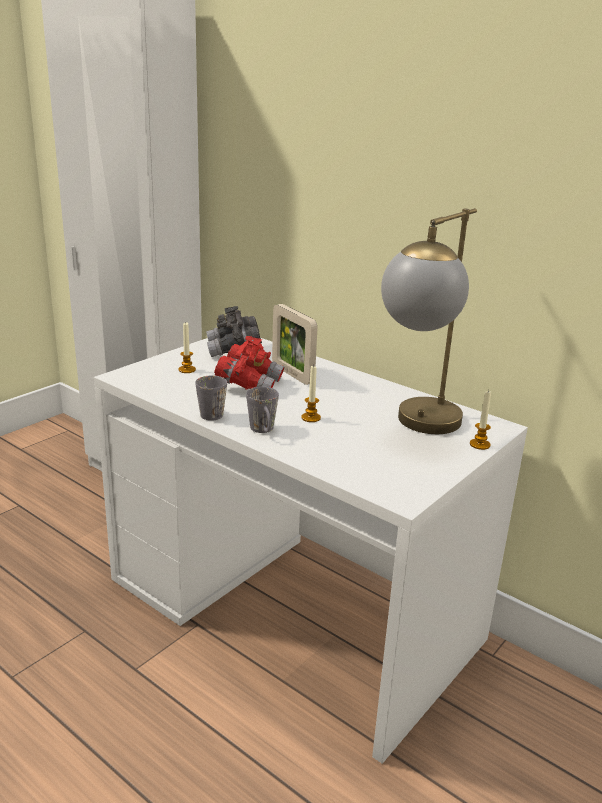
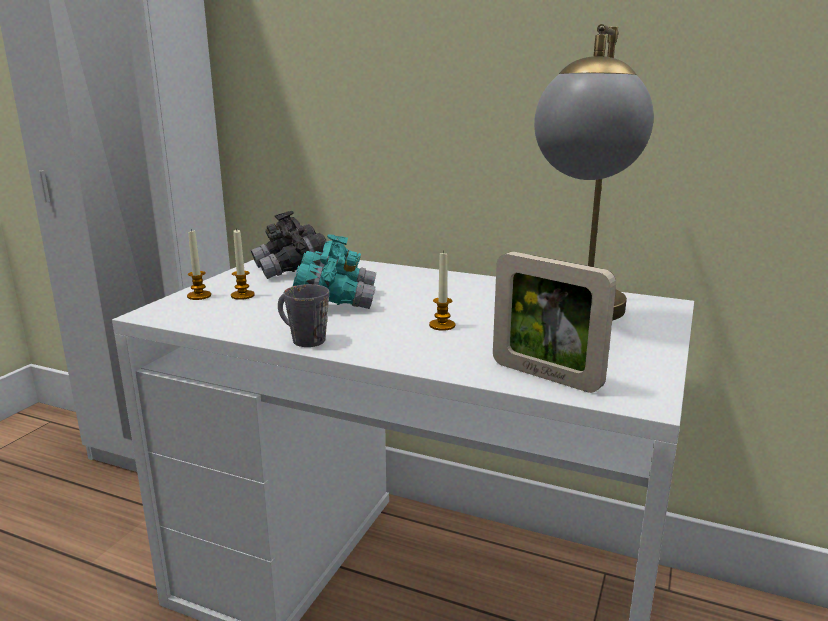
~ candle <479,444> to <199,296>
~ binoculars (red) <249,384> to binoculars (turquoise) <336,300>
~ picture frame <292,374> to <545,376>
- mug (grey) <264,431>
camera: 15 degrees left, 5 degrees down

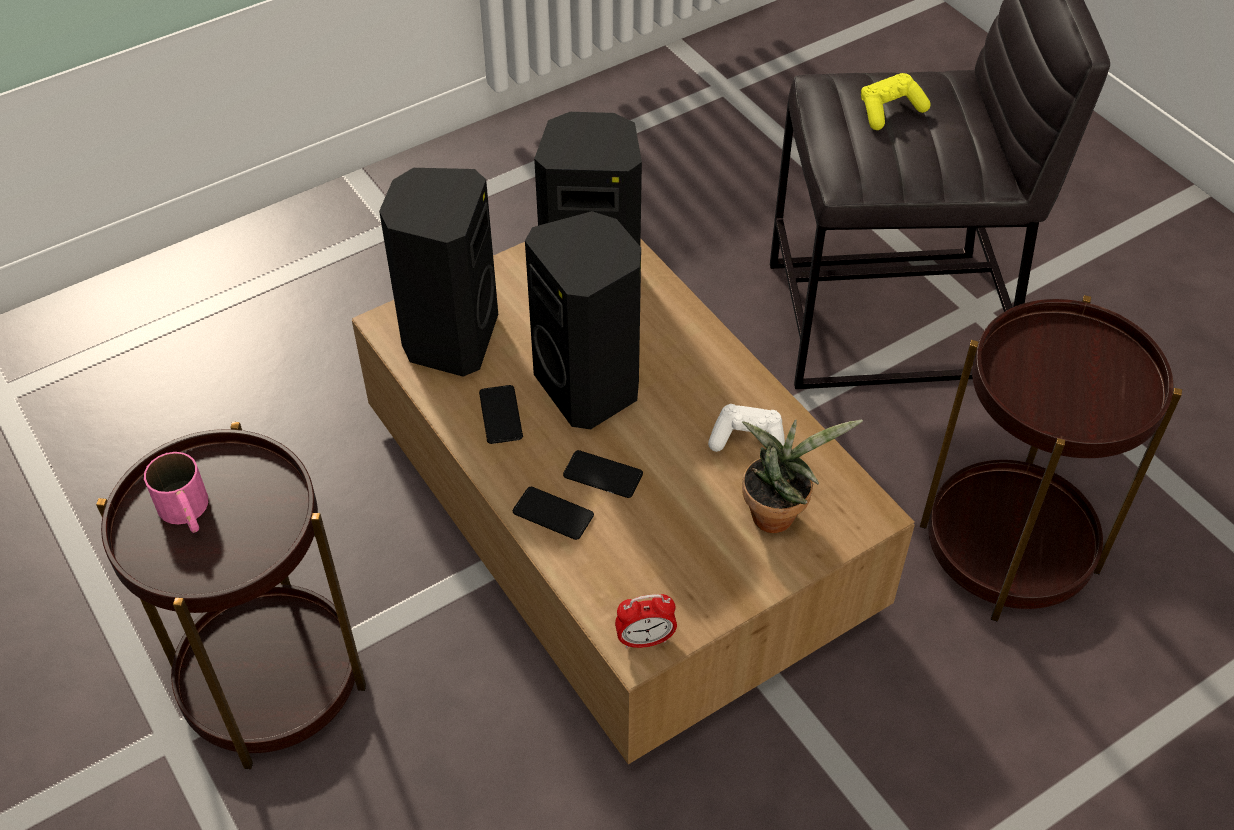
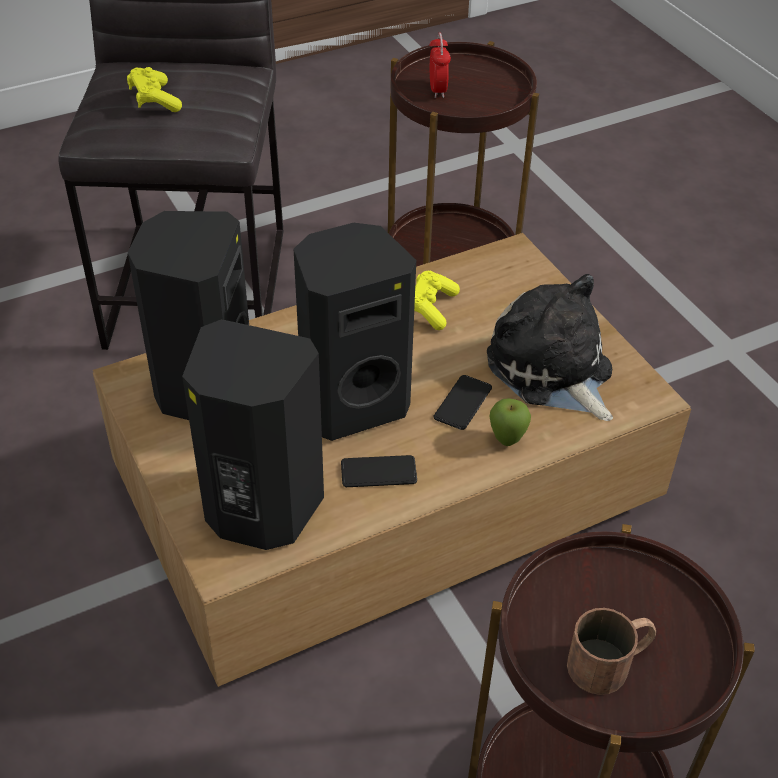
~ game controller (white) <748,440> to game controller (yellow) <431,308>
~ alarm clock <645,640> to <437,90>
+ plush toy <552,371>
~ phone <553,514> to apple <506,441>
~ mug (pink) <186,513> to mug (brown) <611,662>
- potted plant <777,512>
camera: 85 degrees left, 5 degrees down

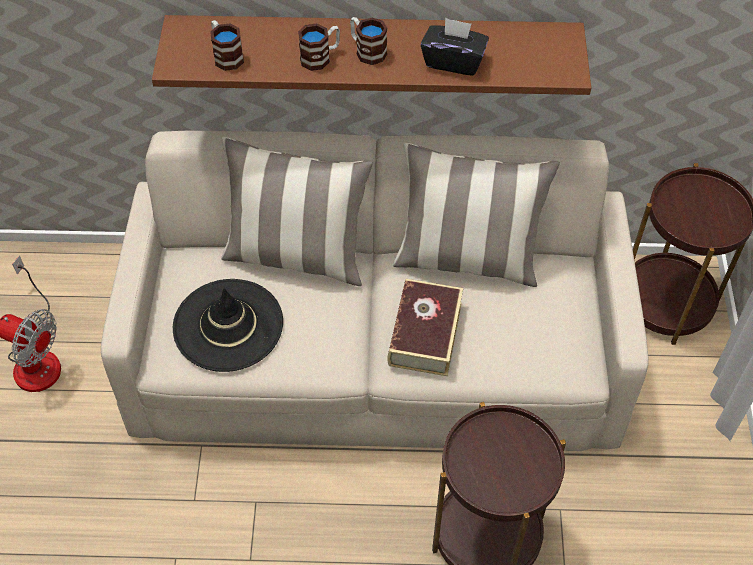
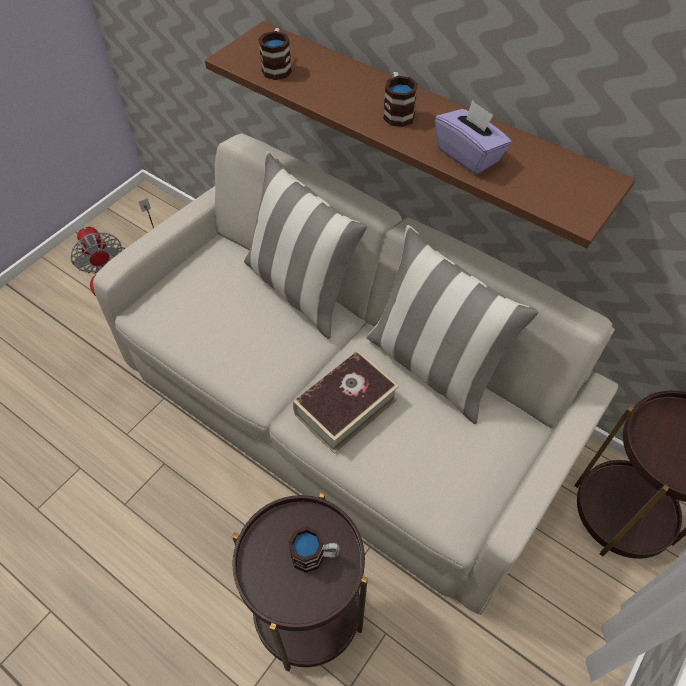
~ mug <320,57> to <315,556>
~ tissue box (black) <453,61> to tissue box (purple) <468,155>
- hat (black) <228,325>
camera: 35 degrees right, 0 degrees up

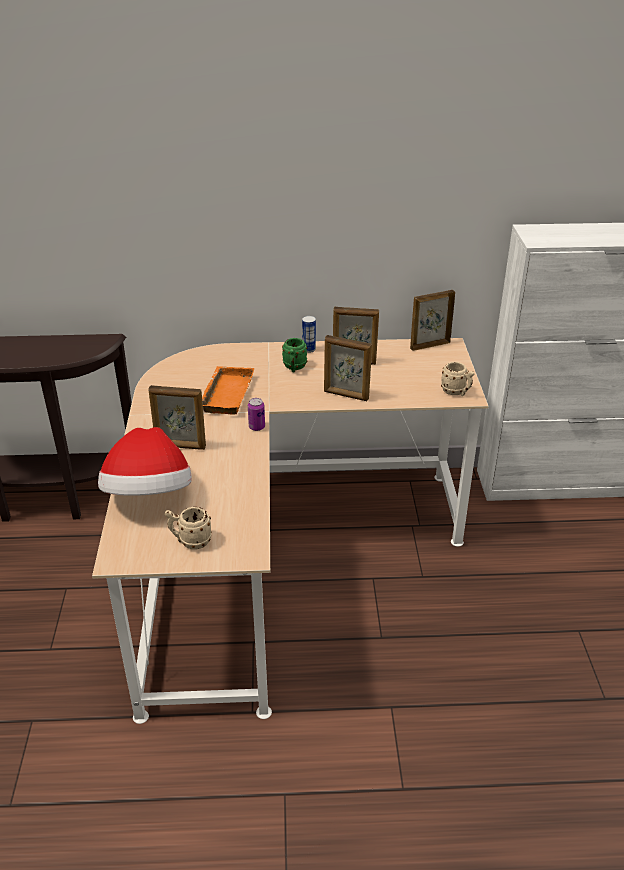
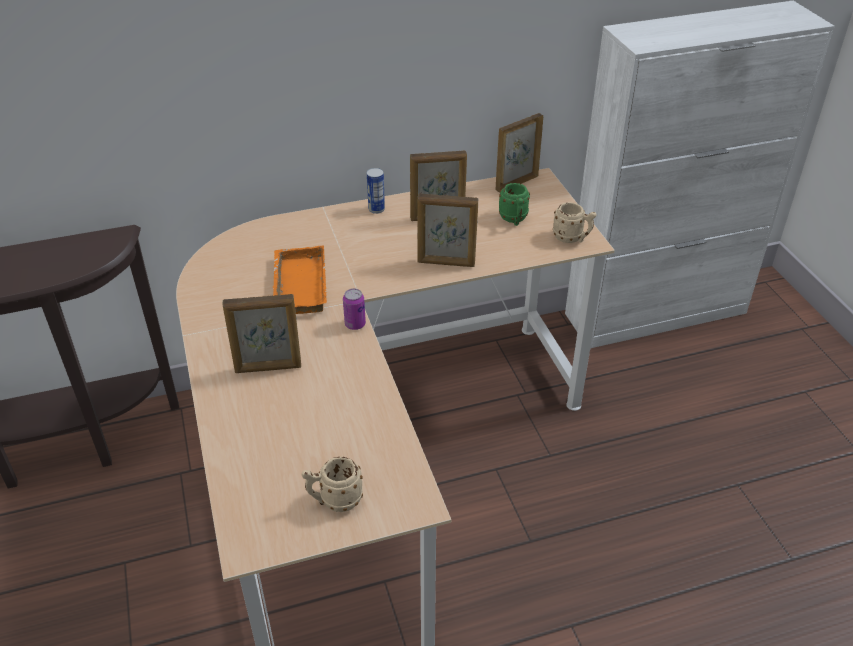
~ mug (green) <294,368> to <514,220>
- hat <149,496>
camera: 15 degrees left, 5 degrees up

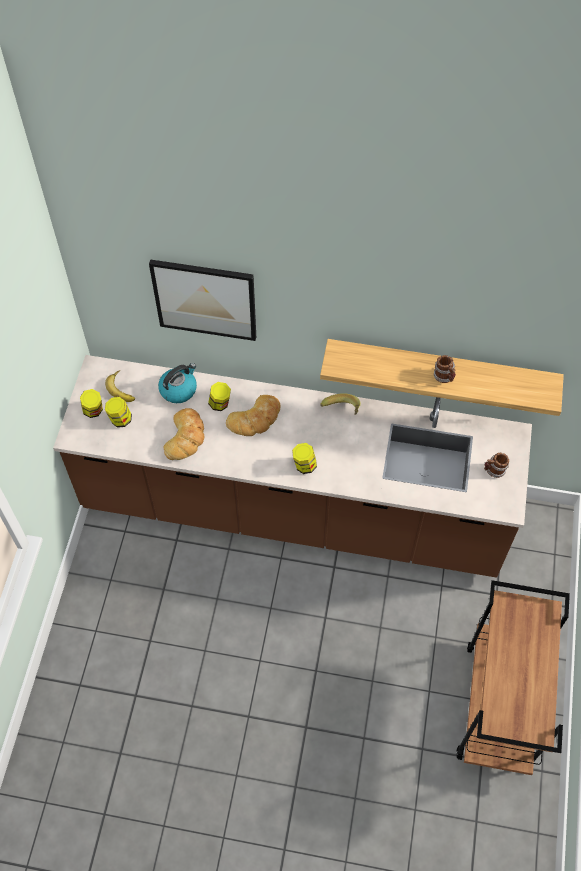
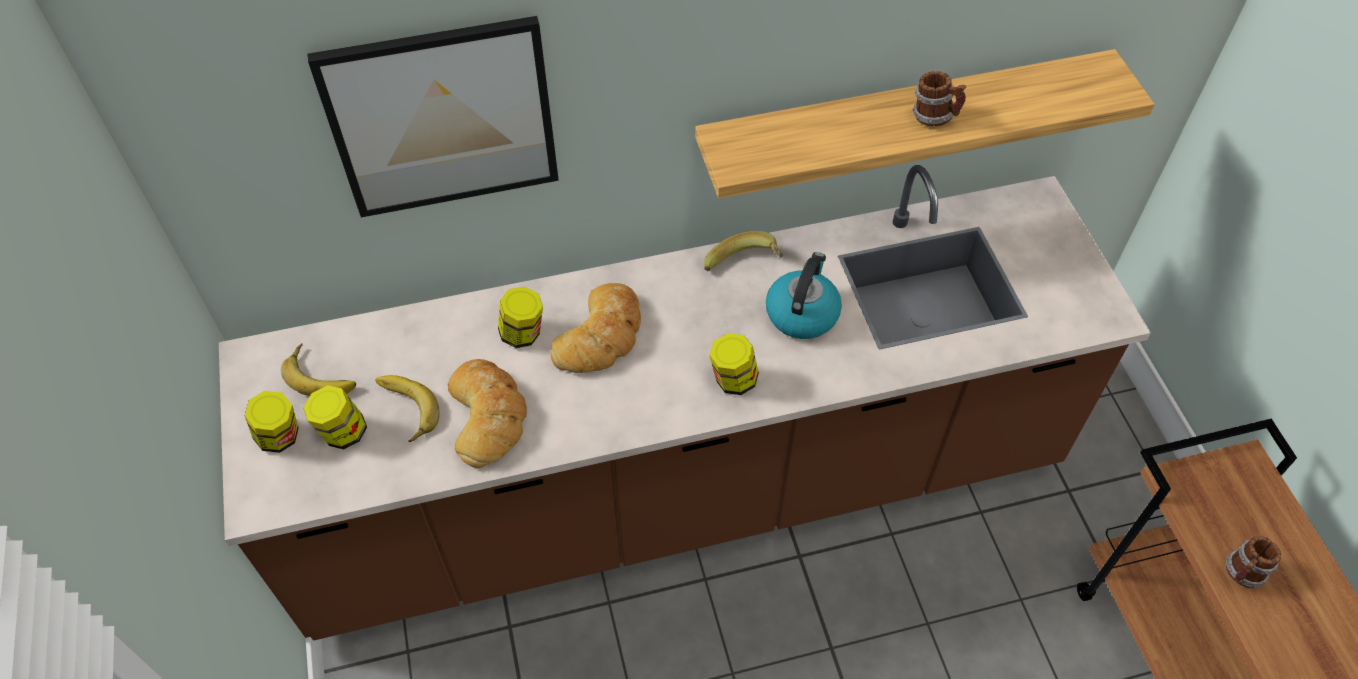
+ banana <404,410>
~ kettle <178,389> to <802,313>
~ mug <494,471> to <1242,574>
camera: 25 degrees left, 5 degrees down

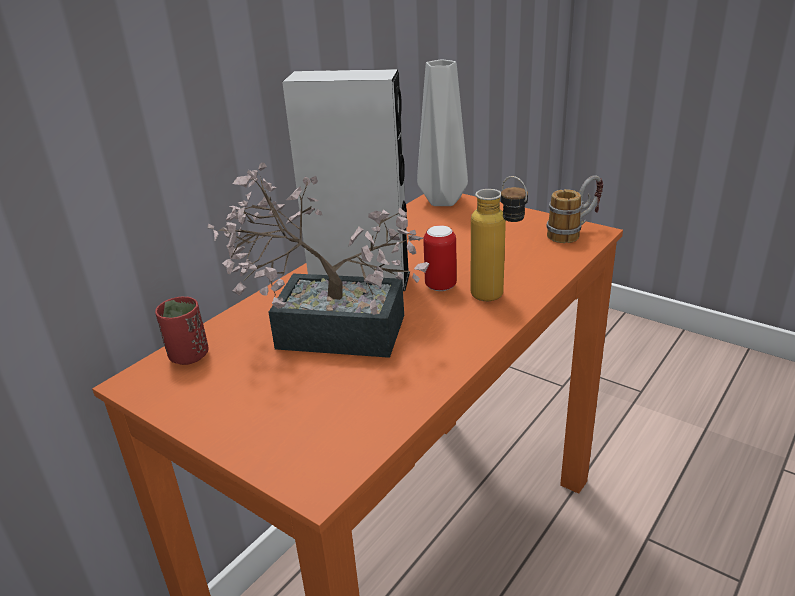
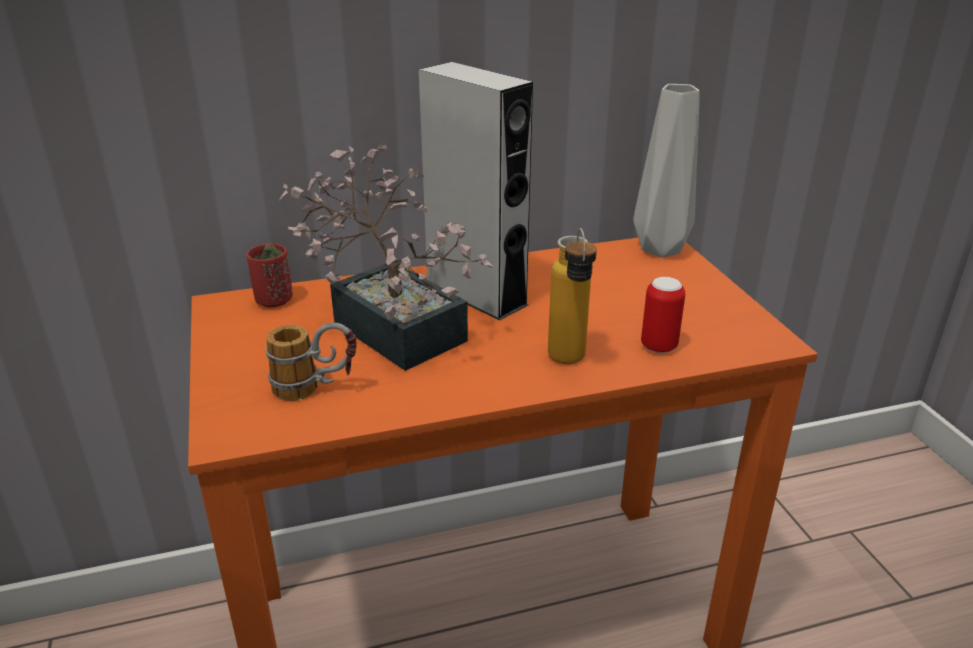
~ mug <574,232> to <316,389>
~ can <440,286> to <659,346>
camera: 35 degrees right, 0 degrees up

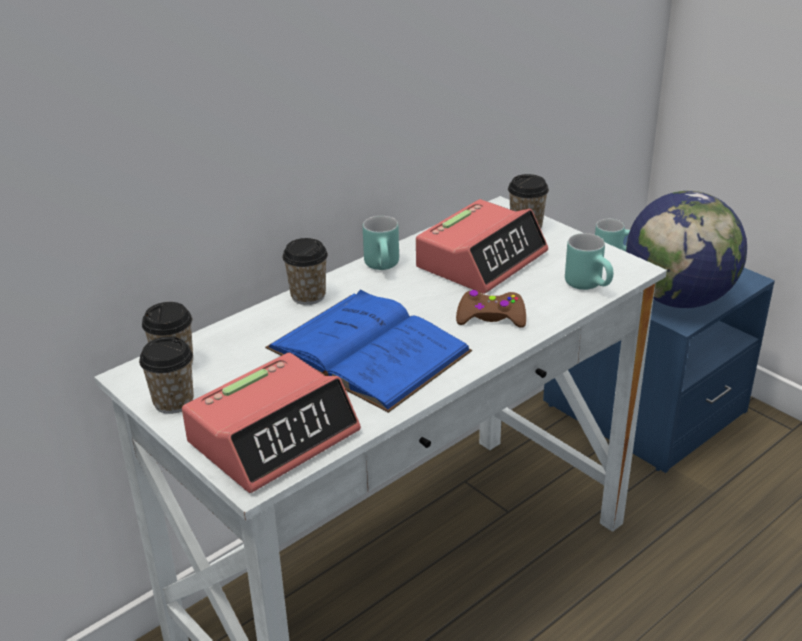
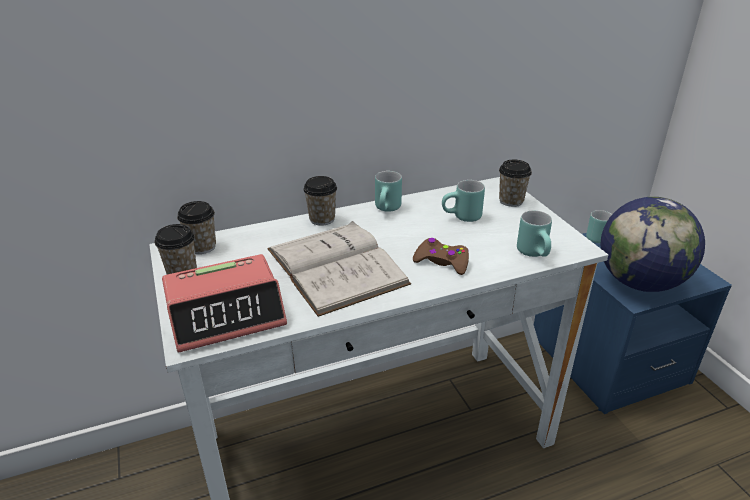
~ book (blue) <368,350> to book (white) <336,266>
~ alarm clock <481,260> to mug (turquoise) <462,218>
camera: 20 degrees right, 0 degrees up

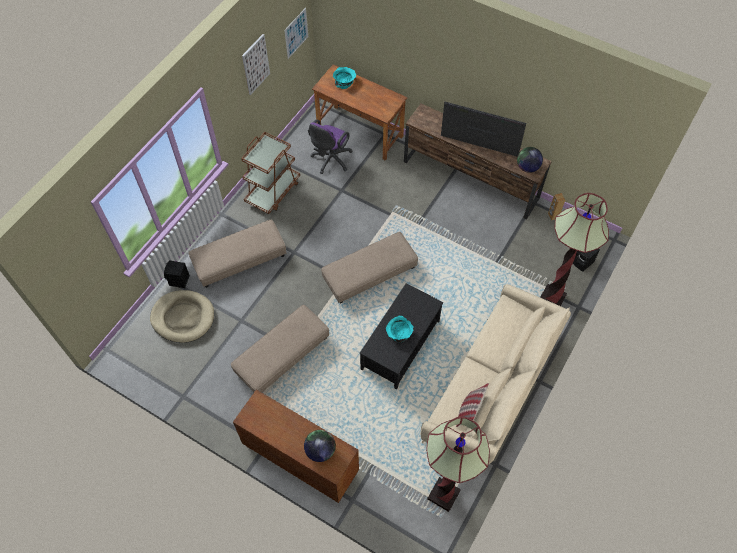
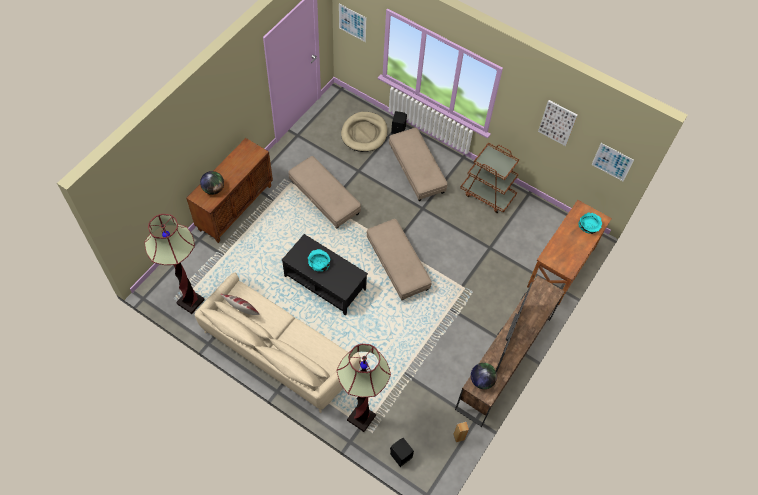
+ picture <352,22>
- office chair (purple) <330,160>
camera: 90 degrees right, 0 degrees up

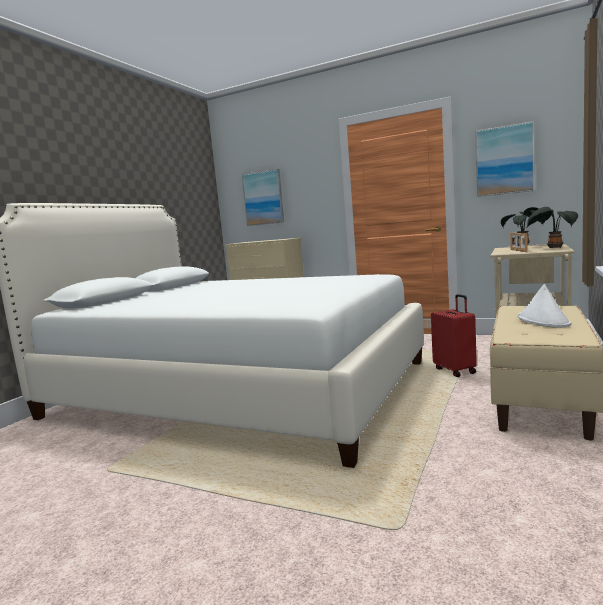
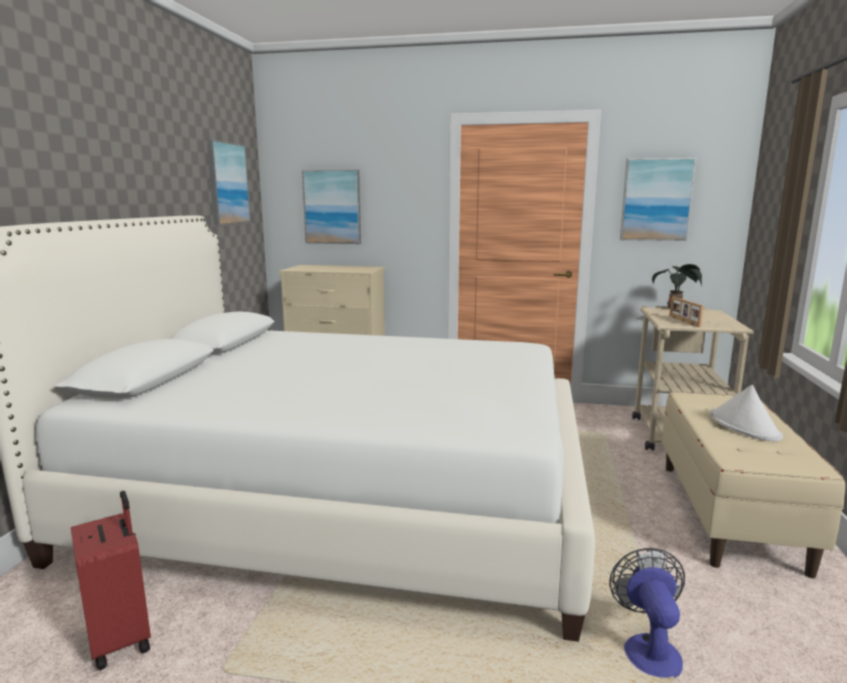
~ suitcase (red) <455,371> to <122,638>
+ picture <227,184>
+ fan <648,647>
- potted plant <553,248>
camera: 15 degrees left, 5 degrees up

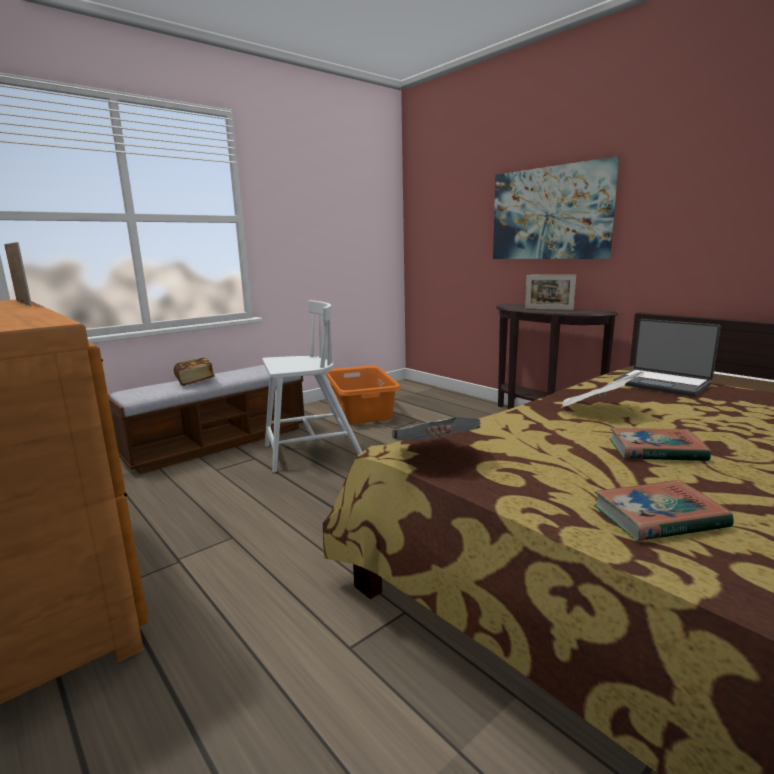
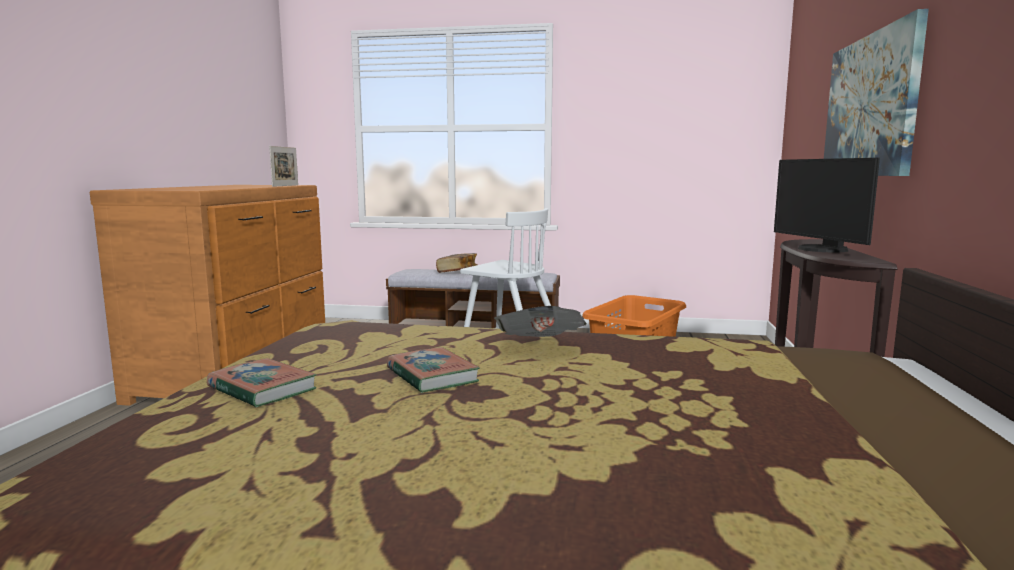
~ picture frame <548,309> to monitor <820,249>
- newspaper <435,454>
- laptop <662,384>
camera: 50 degrees right, 5 degrees down

